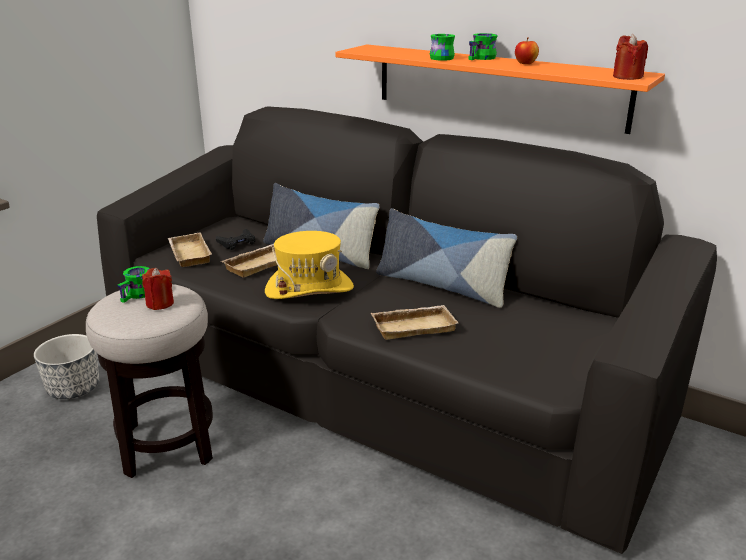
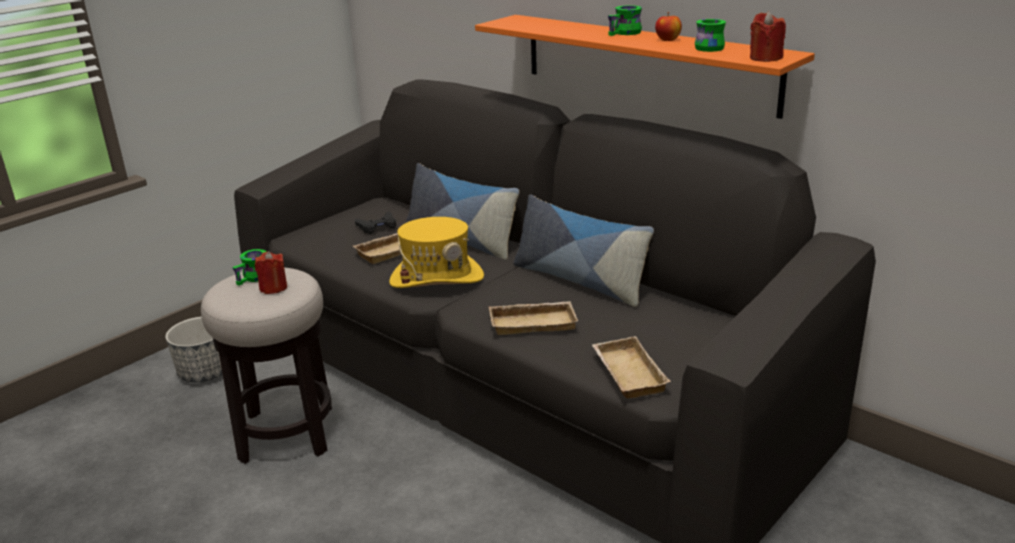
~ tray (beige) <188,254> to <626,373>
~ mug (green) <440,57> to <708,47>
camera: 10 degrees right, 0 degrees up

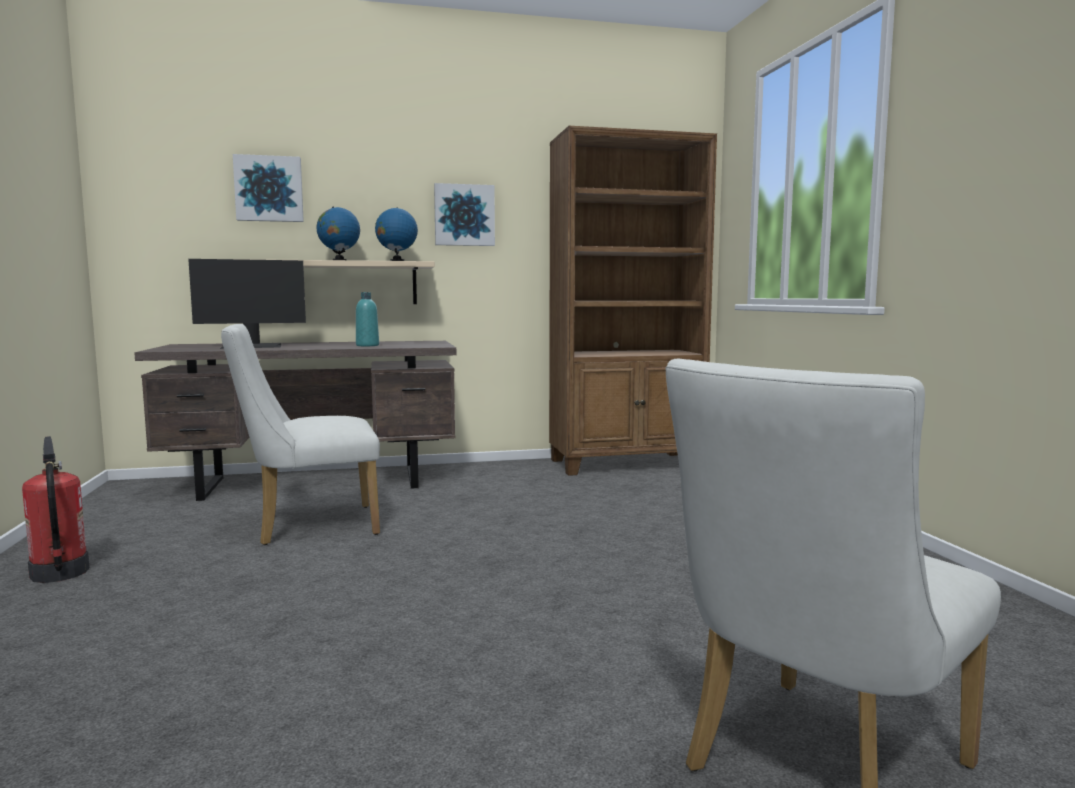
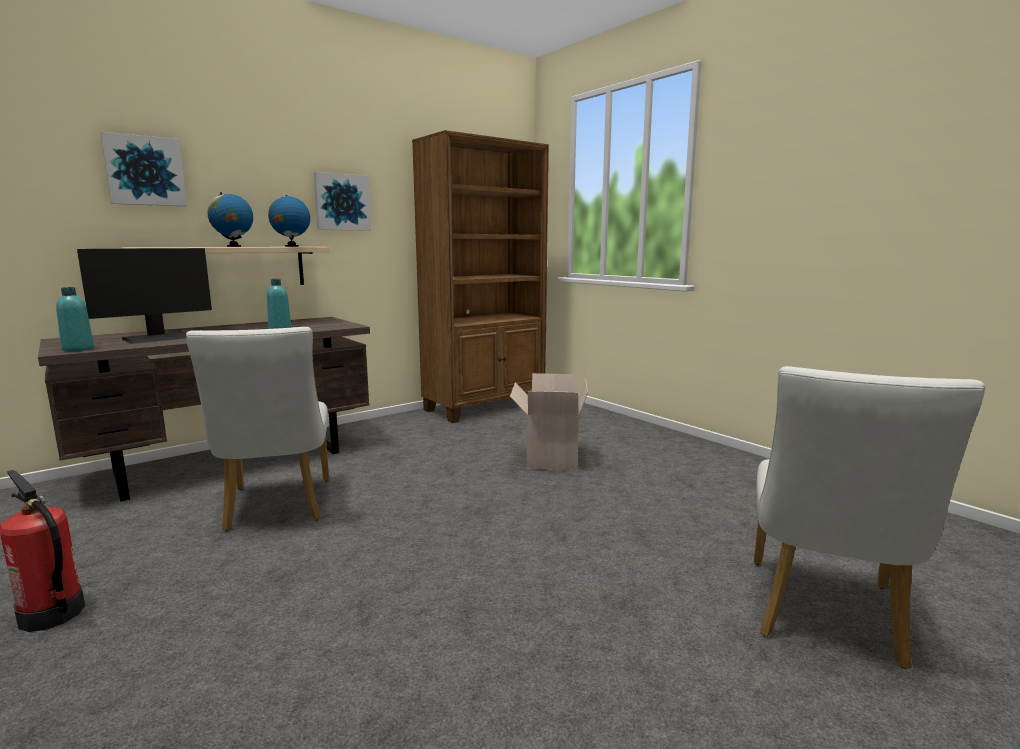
+ bottle (turquoise) <78,349>
~ chair (white) <308,526> = <277,508> 60 degrees counterclockwise
+ cardboard box <550,458>
camera: 25 degrees left, 5 degrees up

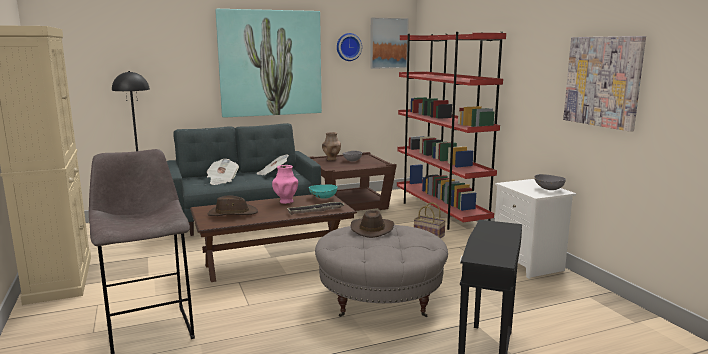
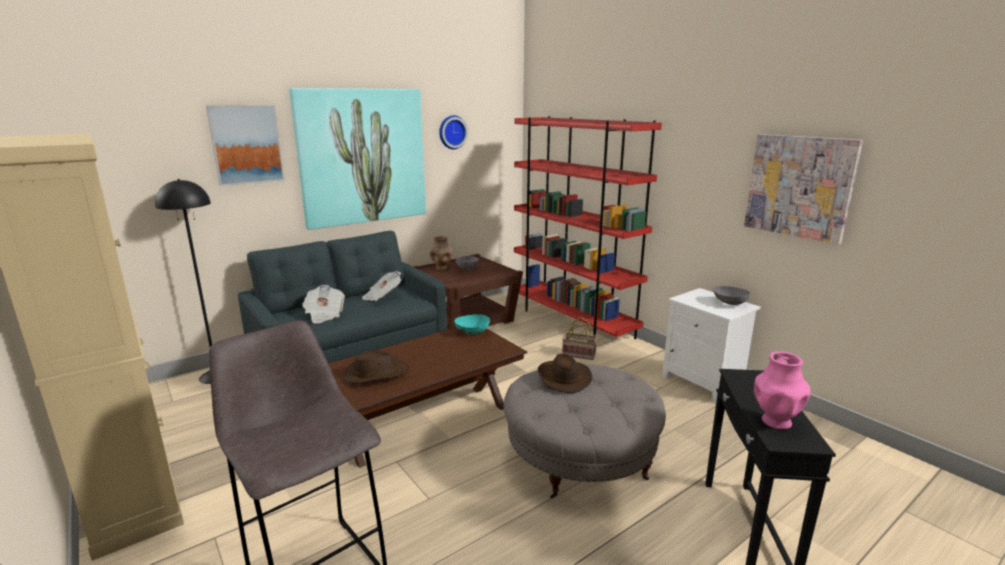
~ picture <388,43> to <246,144>
~ vase (pink) <286,201> to <775,422>
- tray <316,211>
camera: 15 degrees left, 5 degrees up

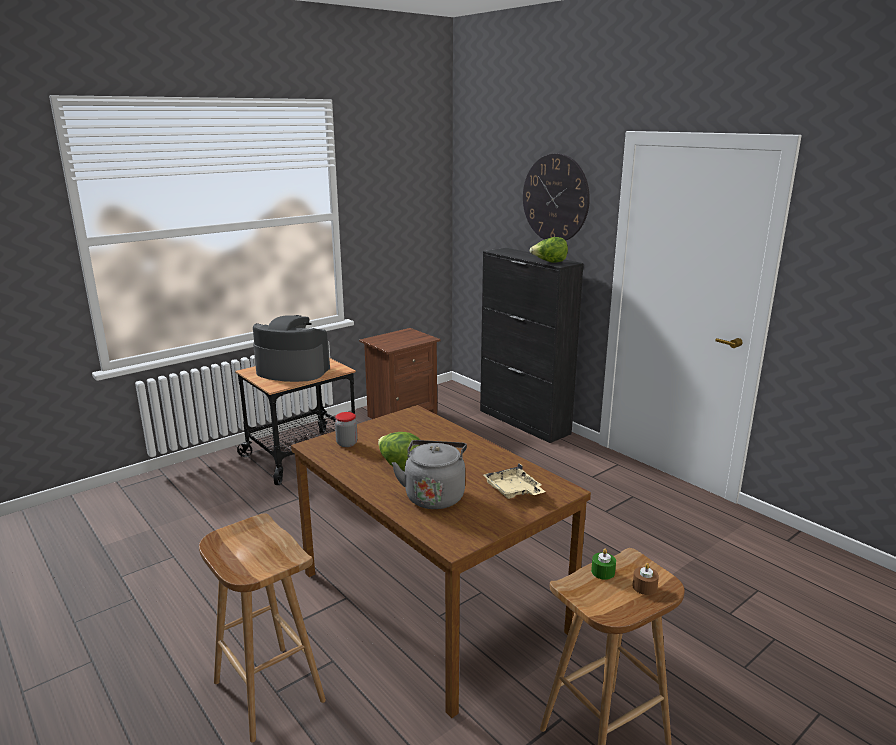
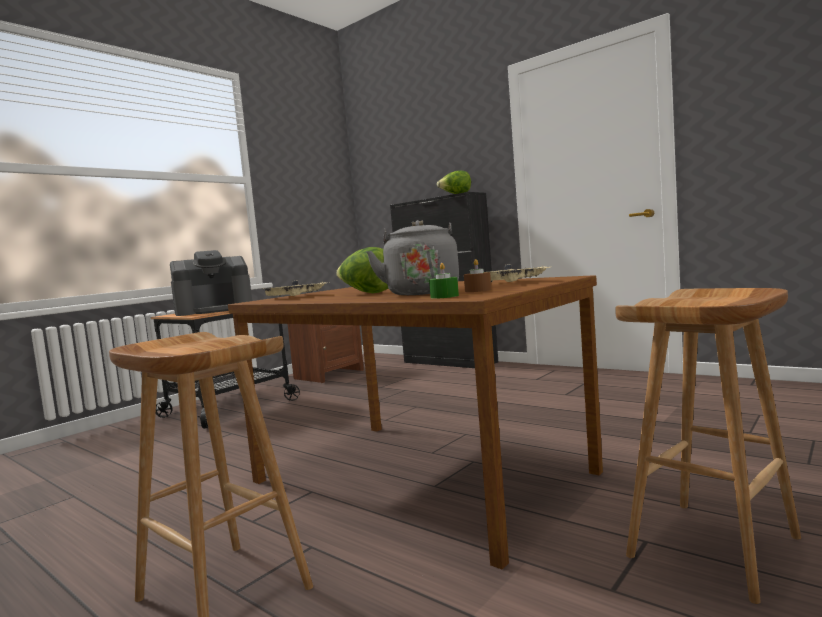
~ coffee machine <292,371> = <214,310> 150 degrees clockwise
~ jar <347,443> to tray (beige) <295,297>
~ candle (green) <603,572> to <444,296>
~ candle (brown) <644,587> to <478,290>
- wall clock <555,198>
camera: 10 degrees left, 15 degrees down

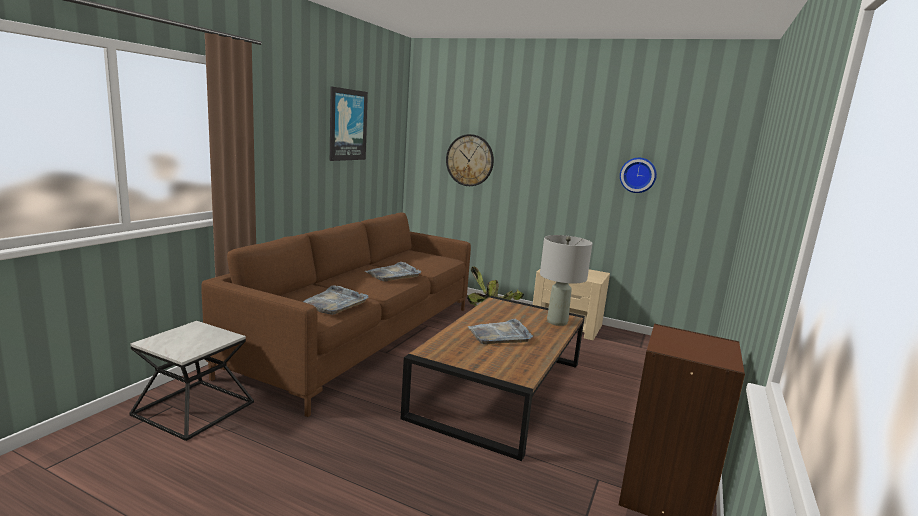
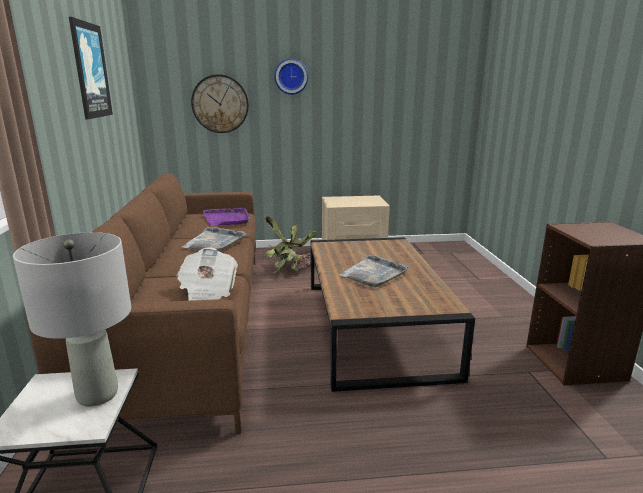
~ table lamp (grey) <557,322> to <97,395>
~ tray (grey) <334,303> to newspaper <208,291>
+ tray (purple) <227,219>
~ wall clock <638,175> to <291,76>
camera: 30 degrees left, 5 degrees up

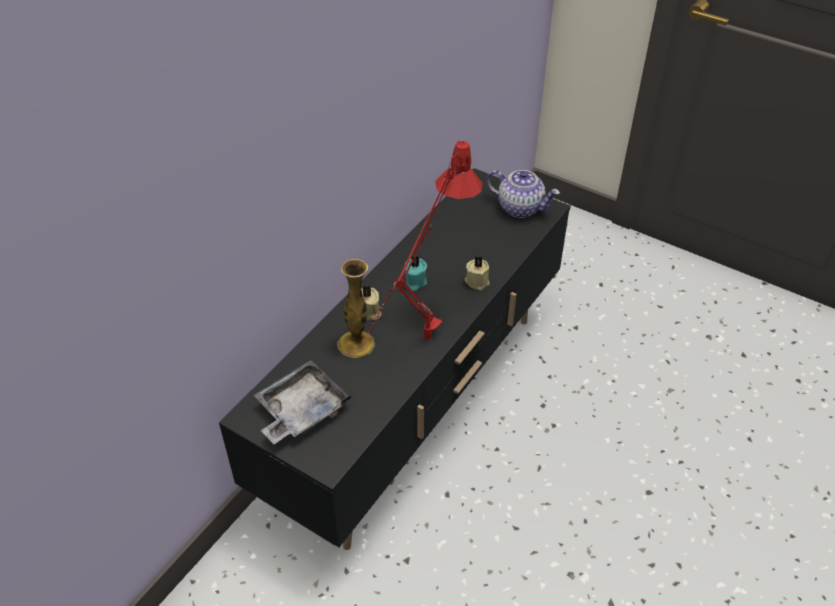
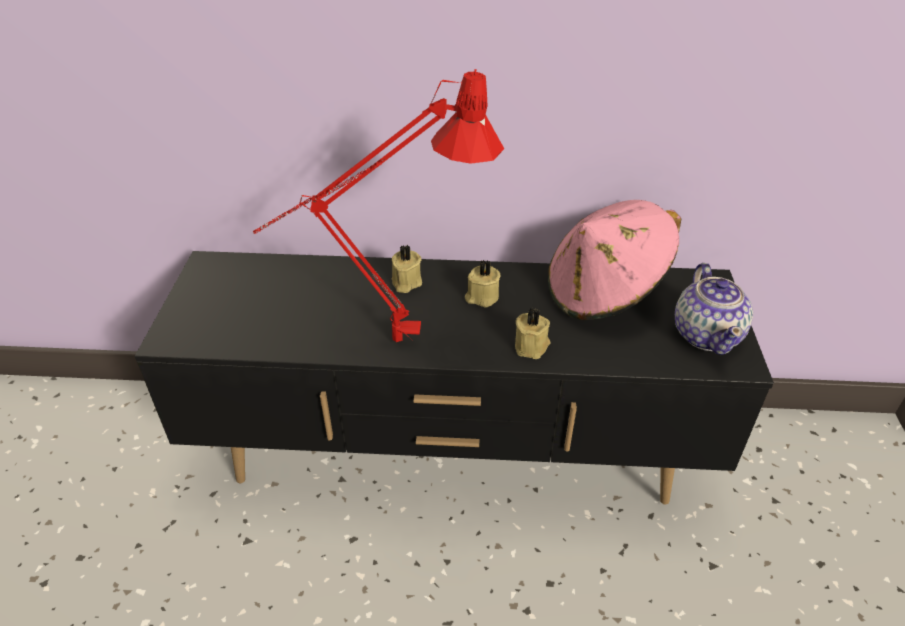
~ candle (turquoise) <414,282> to candle (beige) <482,297>
+ hat (pink) <604,292>
- tray (grey) <301,411>
- vase <356,344>
camera: 60 degrees right, 5 degrees down

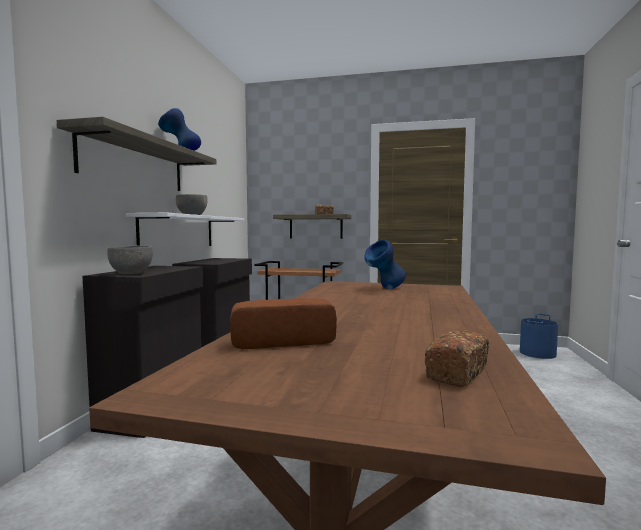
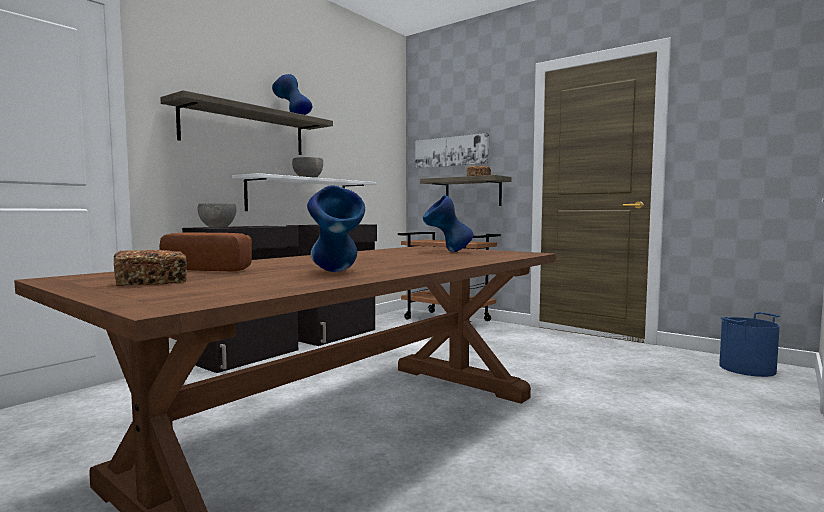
~ bread <457,373> to <152,283>
+ vase (blue) <336,272>
+ picture <451,152>
camera: 25 degrees right, 0 degrees up

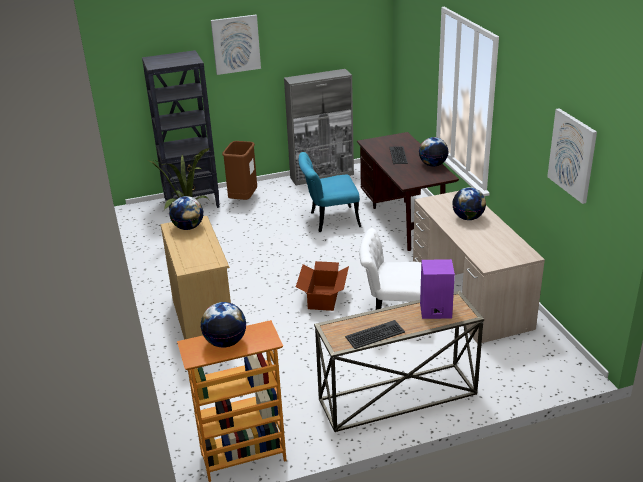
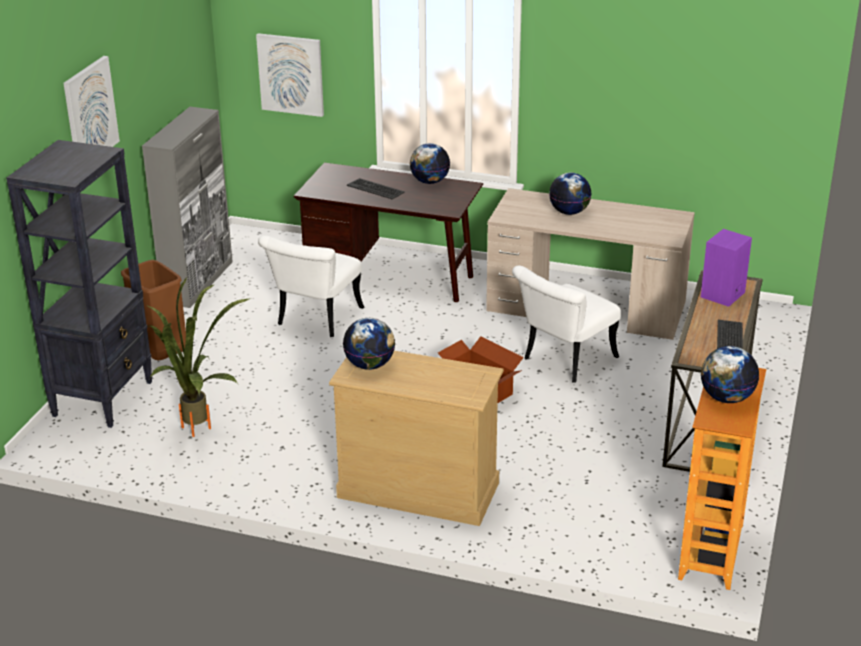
~ picture <572,155> to <291,74>
~ chair (turquoise) <329,220> to chair (white) <315,320>
camera: 55 degrees left, 0 degrees up

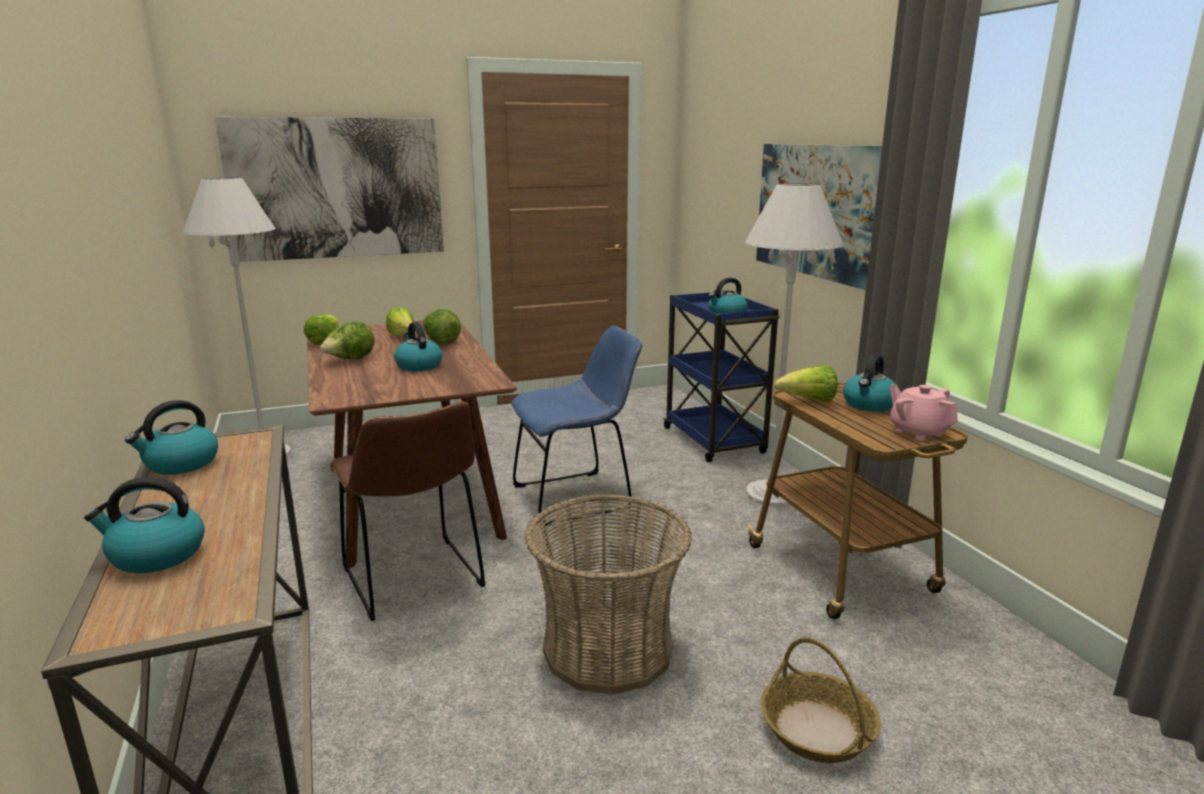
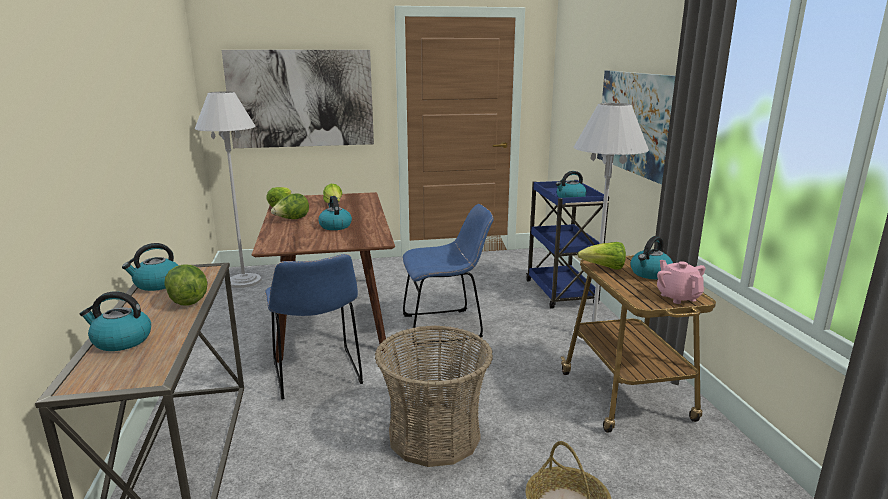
~ lettuce <441,342> to <188,300>
~ chair (brown) <415,581> to chair (blue) <317,375>
camera: 10 degrees right, 0 degrees up

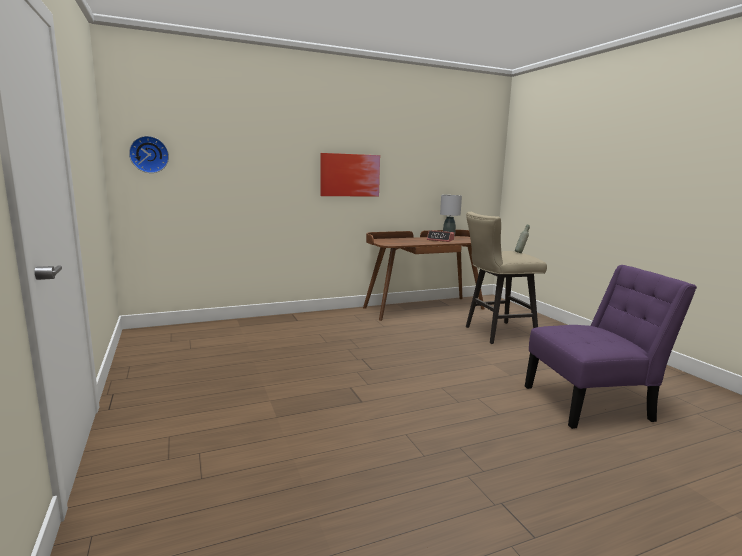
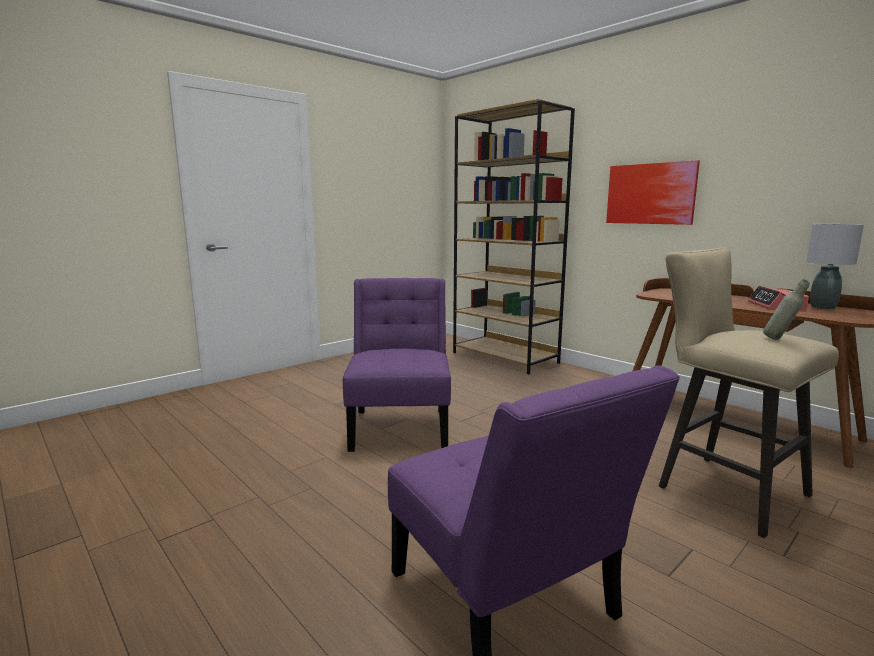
+ chair (purple) <401,426>
+ bookcase (brown) <505,358>
- wall clock <149,154>
camera: 70 degrees right, 0 degrees up

